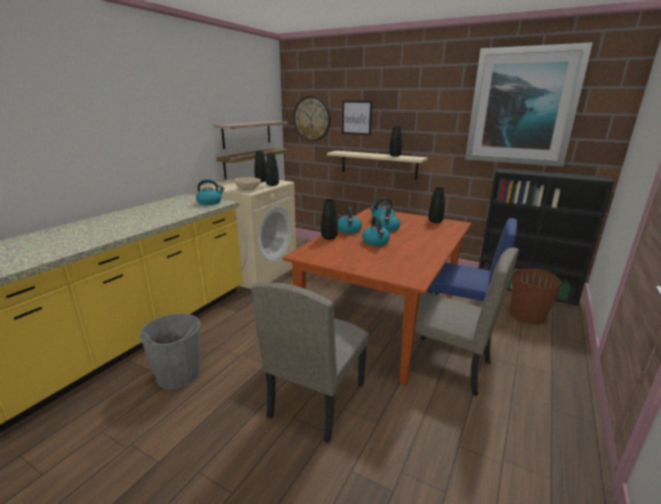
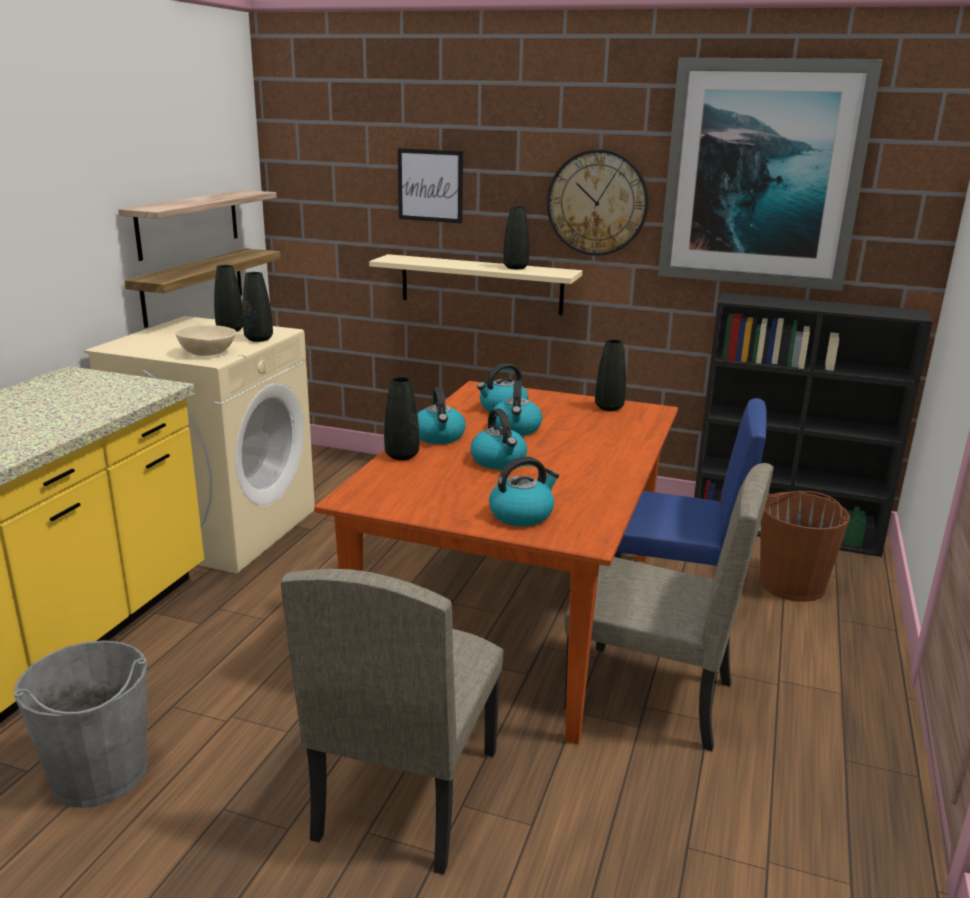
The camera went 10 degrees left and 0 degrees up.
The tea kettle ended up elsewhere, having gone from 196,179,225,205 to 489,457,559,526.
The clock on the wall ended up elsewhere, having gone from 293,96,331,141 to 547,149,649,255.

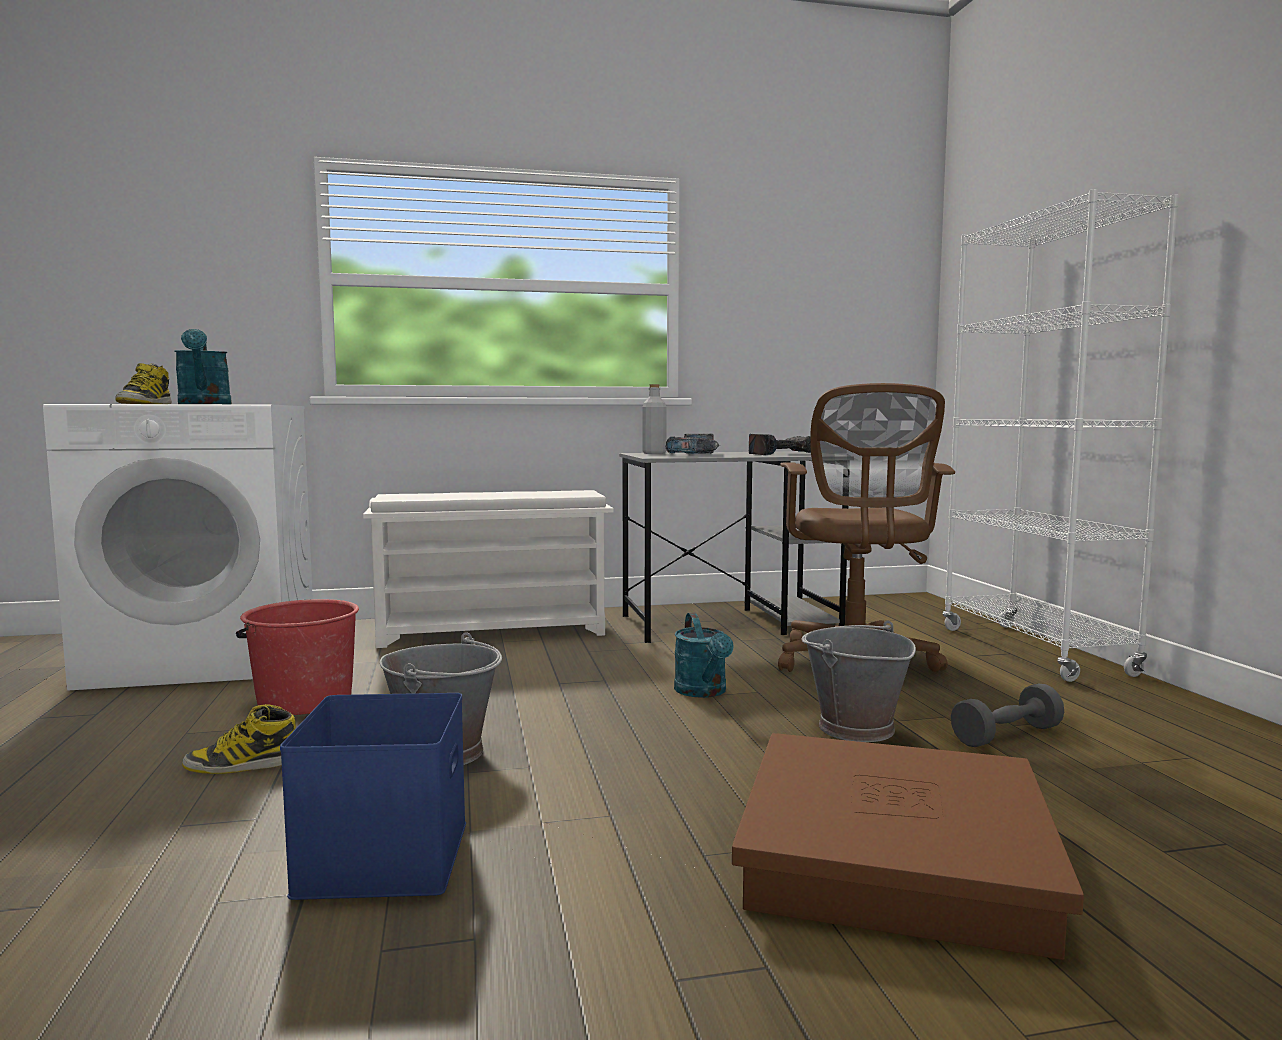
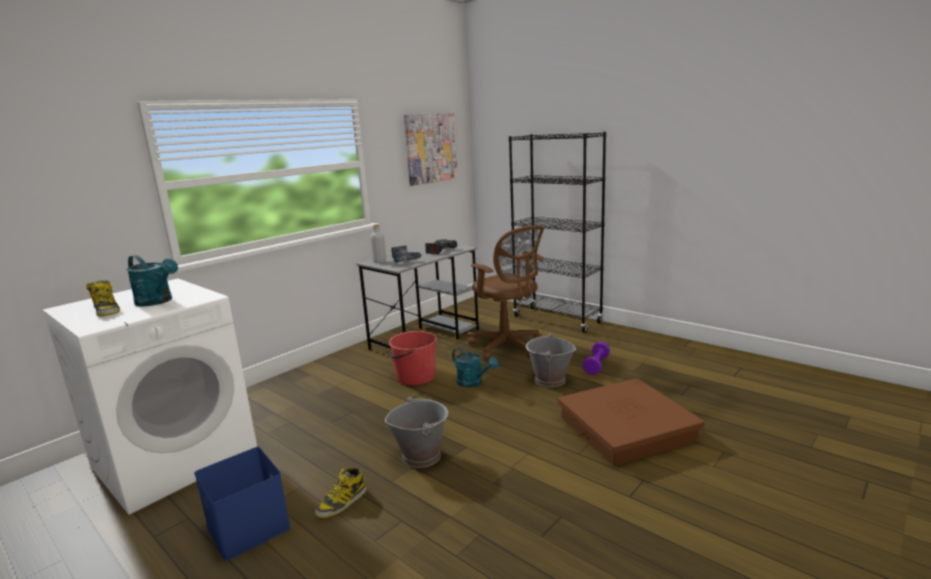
The camera went 35 degrees left and 10 degrees up.
The bluish storage bin ended up elsewhere, having gone from 280,693,466,900 to 194,447,291,561.
The red bucket ended up elsewhere, having gone from 236,599,359,715 to 389,331,437,385.
The second view gained the wall picture at 404,113,458,186.
What was the whitish bookshelf at 943,189,1179,682 turned into the black-coloured bookshelf at 509,132,606,333.
What was the gray hand weight at 951,684,1064,747 turned into the purple-coloured hand weight at 583,342,610,375.
The second view lost the whitish shoe stand at 363,490,614,648.

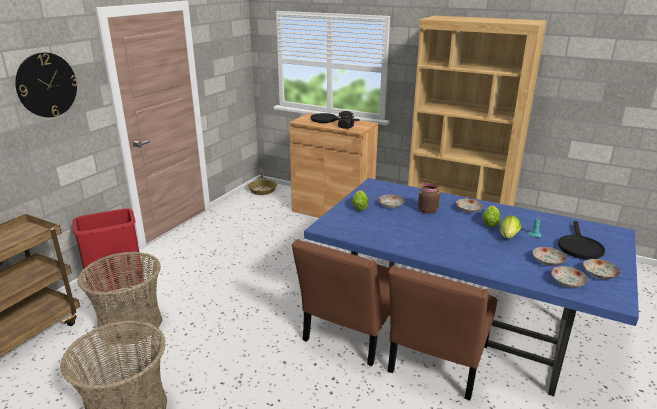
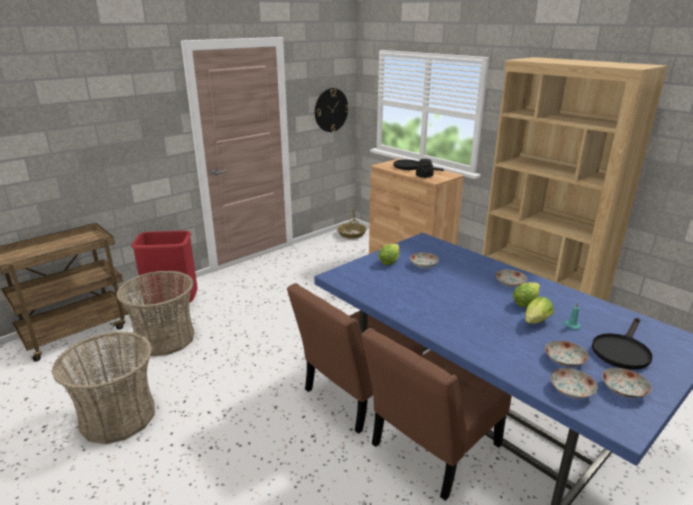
The camera went 20 degrees right and 0 degrees up.
The clock on the wall ended up elsewhere, having gone from 15,52,78,117 to 315,88,349,132.
The second view lost the brown storage jar at 418,184,440,214.

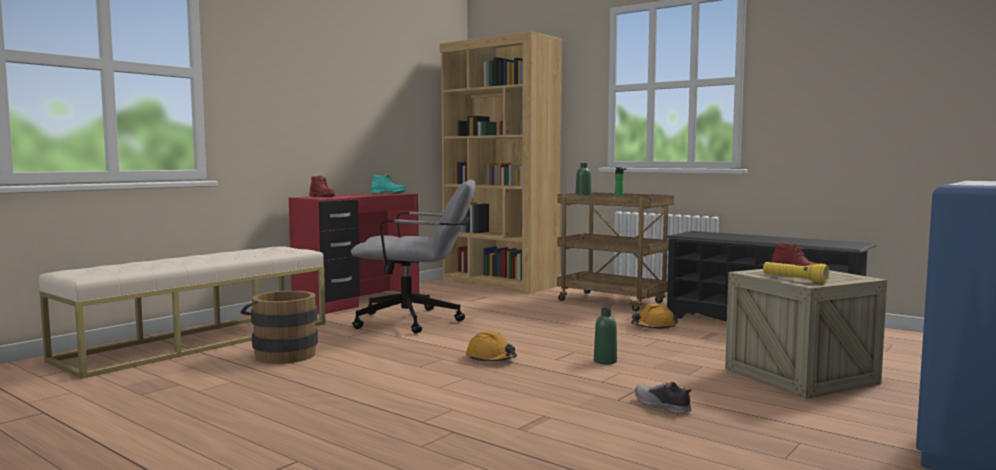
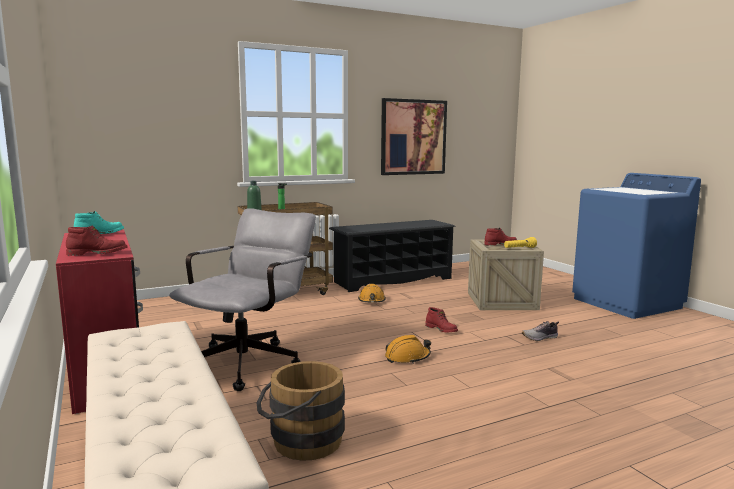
The camera went 65 degrees left and 5 degrees up.
The second view gained the wall picture at 381,98,447,175.
Where the green drink bottle stood at 594,308,617,364, the red high-top boot came to stand at 425,307,458,332.
The second view lost the brown bookshelf at 440,31,562,293.

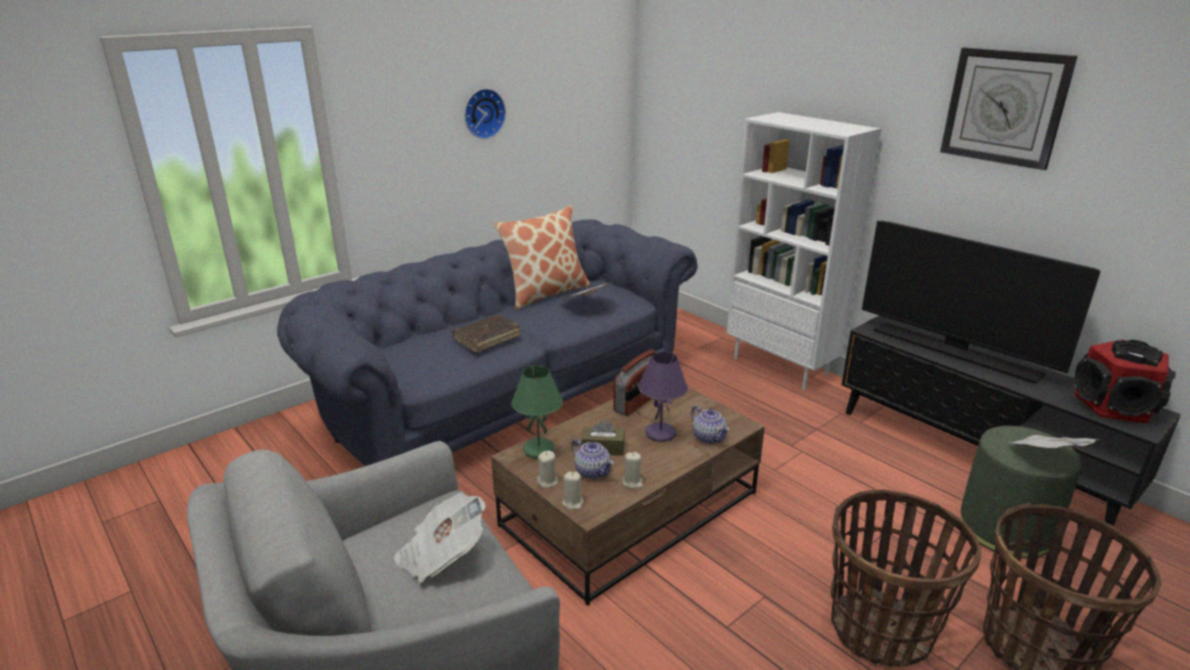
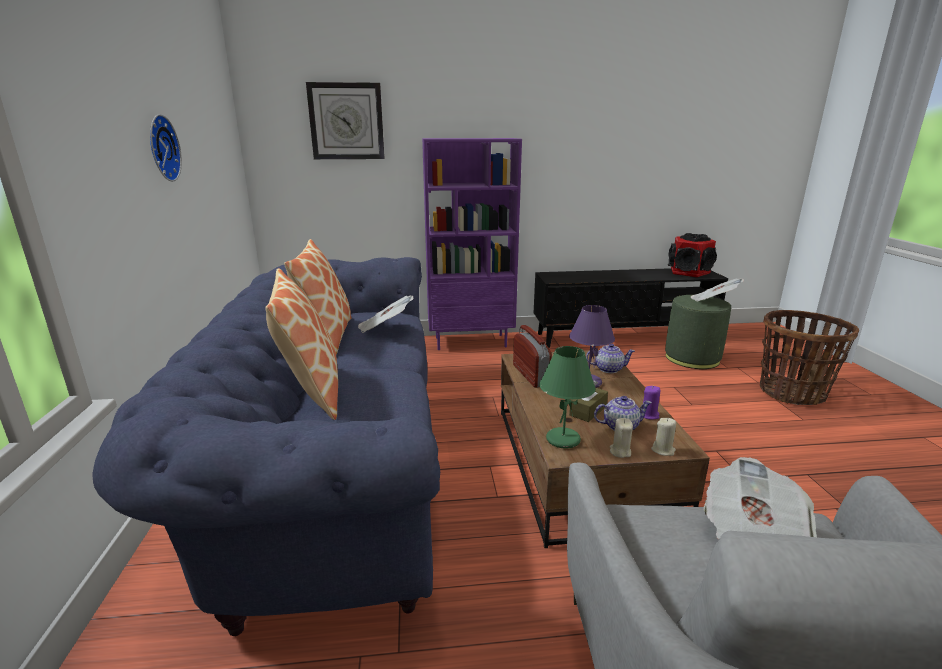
The camera went 55 degrees left and 5 degrees down.
The second view gained the throw pillow at 265,268,338,420.
The clock on the wall ended up elsewhere, having gone from 940,47,1078,170 to 306,82,385,159.
What was the whitish bookshelf at 727,112,881,390 turned into the purple-coloured bookshelf at 422,138,522,350.
What was the beige-coloured candle at 623,452,643,489 turned into the purple-coloured candle at 643,386,660,420.
The second view lost the brown bound book at 452,315,520,353.
The second view lost the basket at 831,490,982,667.
The second view lost the TV set at 862,221,1101,384.

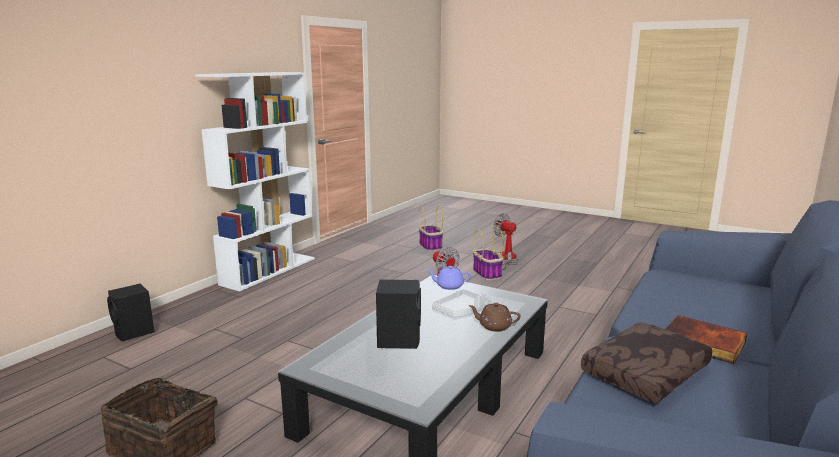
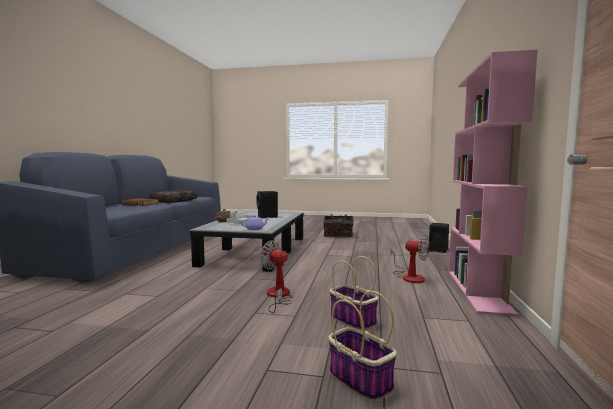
The camera went 160 degrees right and 10 degrees down.
The basket ended up elsewhere, having gone from 473,228,504,281 to 330,256,379,331.
The electric fan ended up elsewhere, having gone from 493,213,519,270 to 390,234,429,283.
What was the whitish bookshelf at 195,72,315,292 turned into the pink-coloured bookshelf at 449,50,538,317.

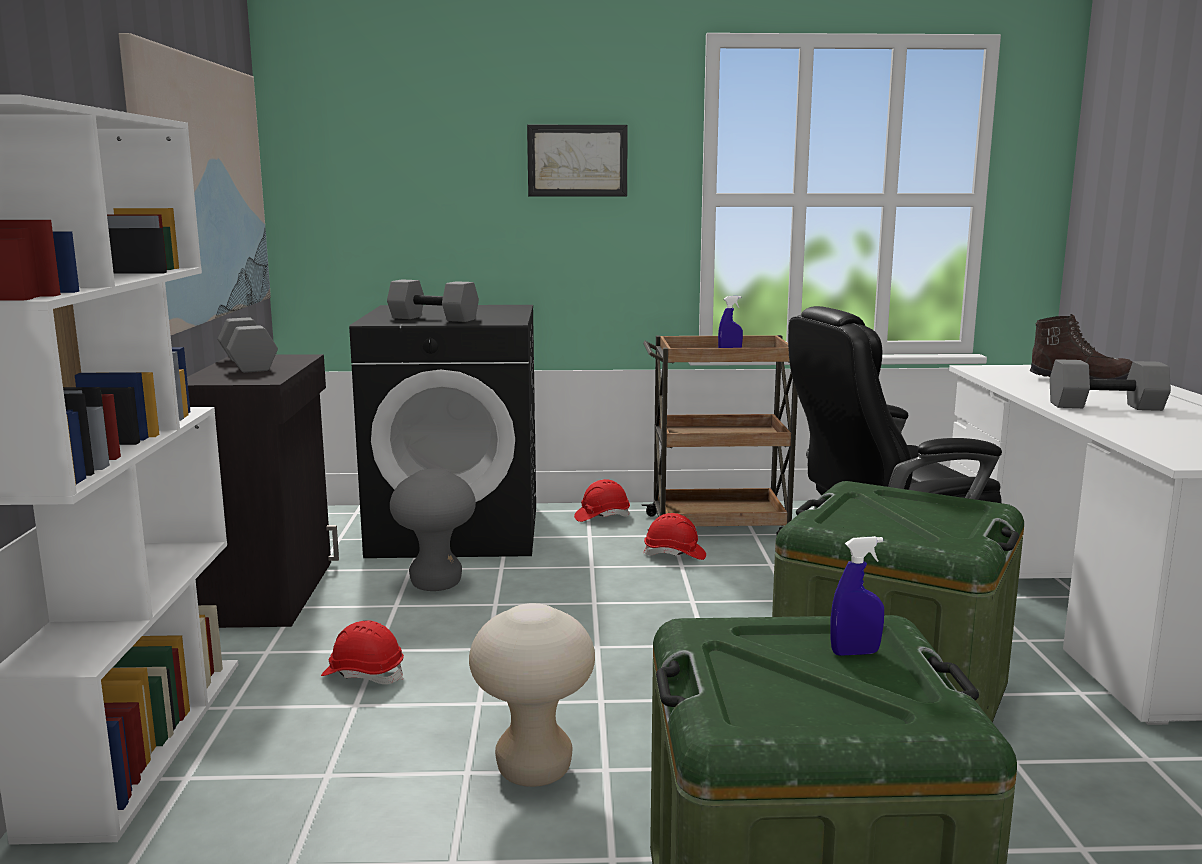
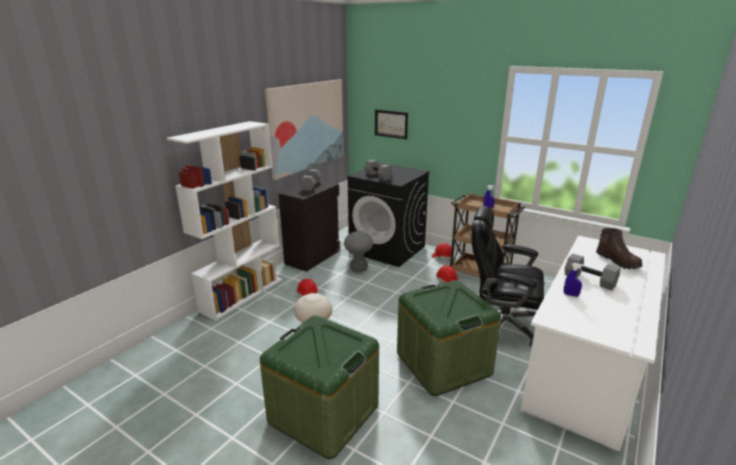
The camera went 35 degrees right and 10 degrees up.
The wall picture ended up elsewhere, having gone from 527,125,628,197 to 375,109,408,139.
The bluish spray bottle ended up elsewhere, having gone from 830,536,884,656 to 564,263,584,297.

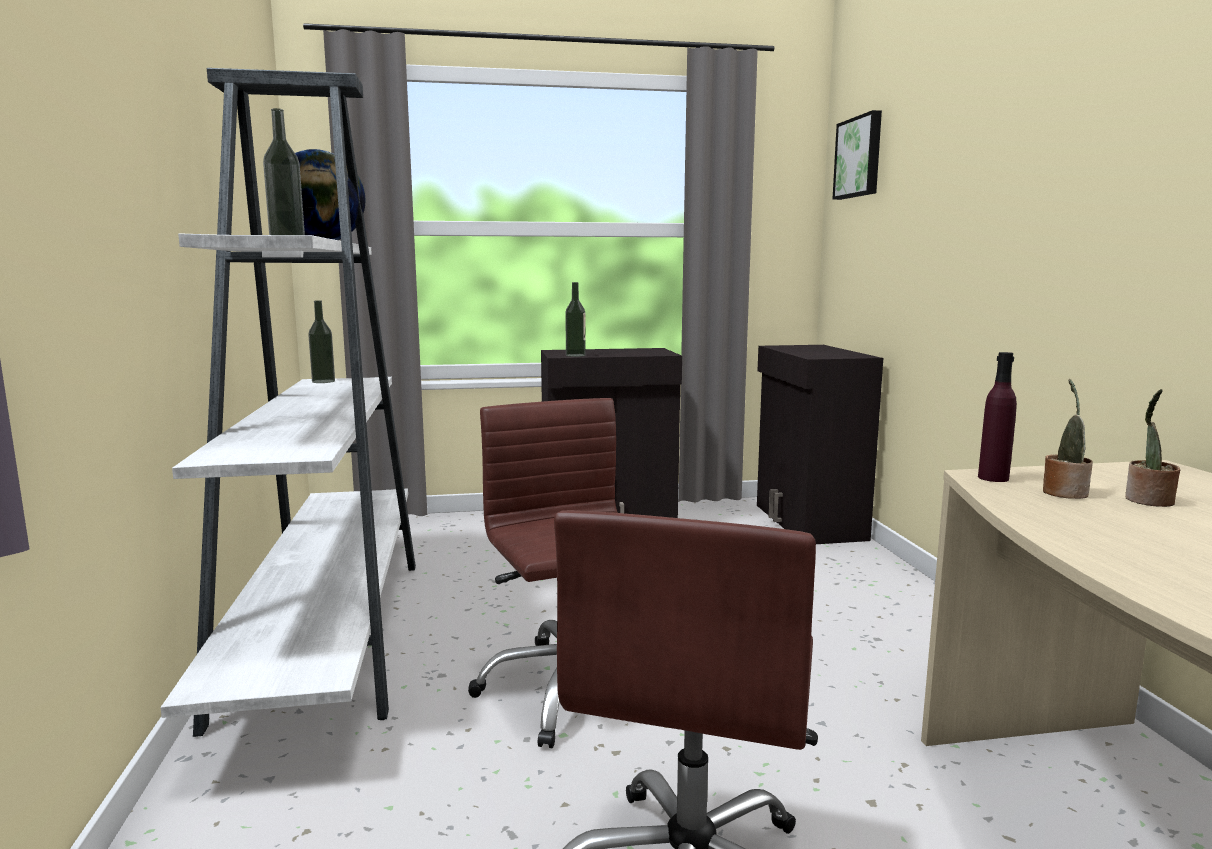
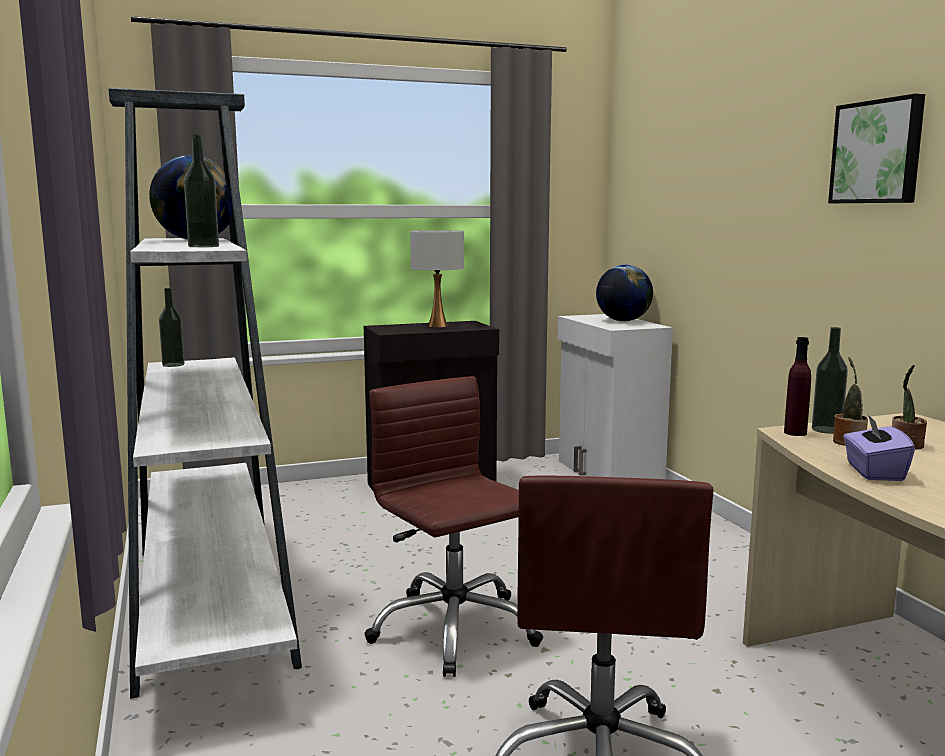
The camera went 10 degrees left and 0 degrees up.
The second view gained the whitish tabletop lamp at 410,230,464,327.
What was the black-coloured storage cabinet at 757,345,883,544 turned into the whitish storage cabinet at 558,314,673,479.
The second view gained the world globe at 596,265,653,321.
The drink bottle ended up elsewhere, having gone from 565,282,586,357 to 812,327,848,434.
The wall picture ended up elsewhere, having gone from 832,110,882,200 to 828,94,925,203.
The second view gained the purple-coloured box of tissues at 843,413,915,481.

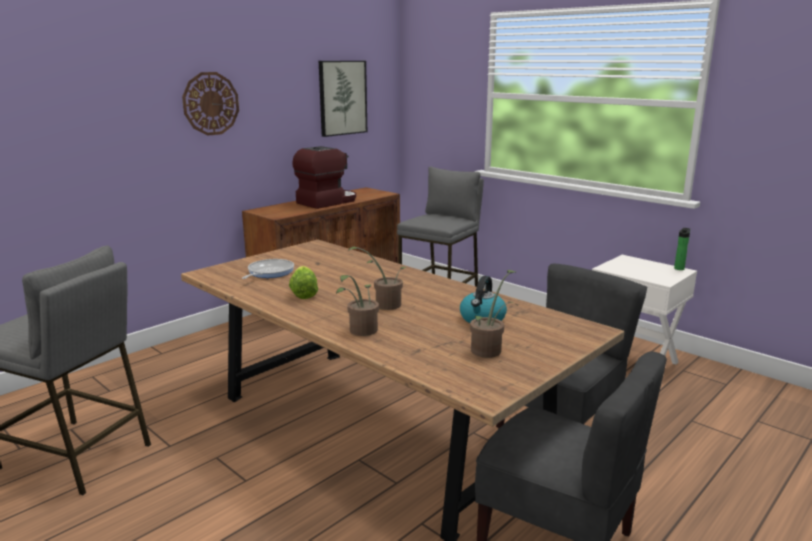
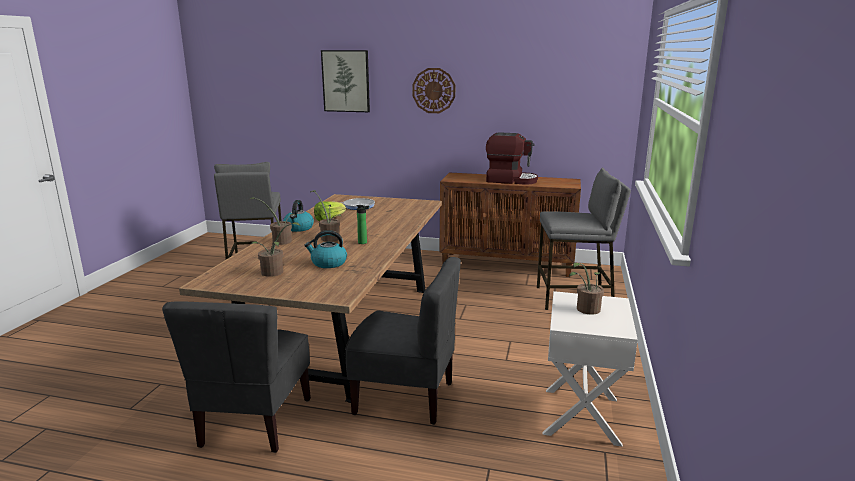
The camera went 60 degrees right and 0 degrees up.
The second view gained the tea kettle at 283,200,314,232.
The wall picture ended up elsewhere, having gone from 319,61,367,137 to 321,50,370,112.
The drink bottle ended up elsewhere, having gone from 674,228,690,270 to 356,205,370,244.
The second view gained the plant in a pot at 569,263,604,314.

